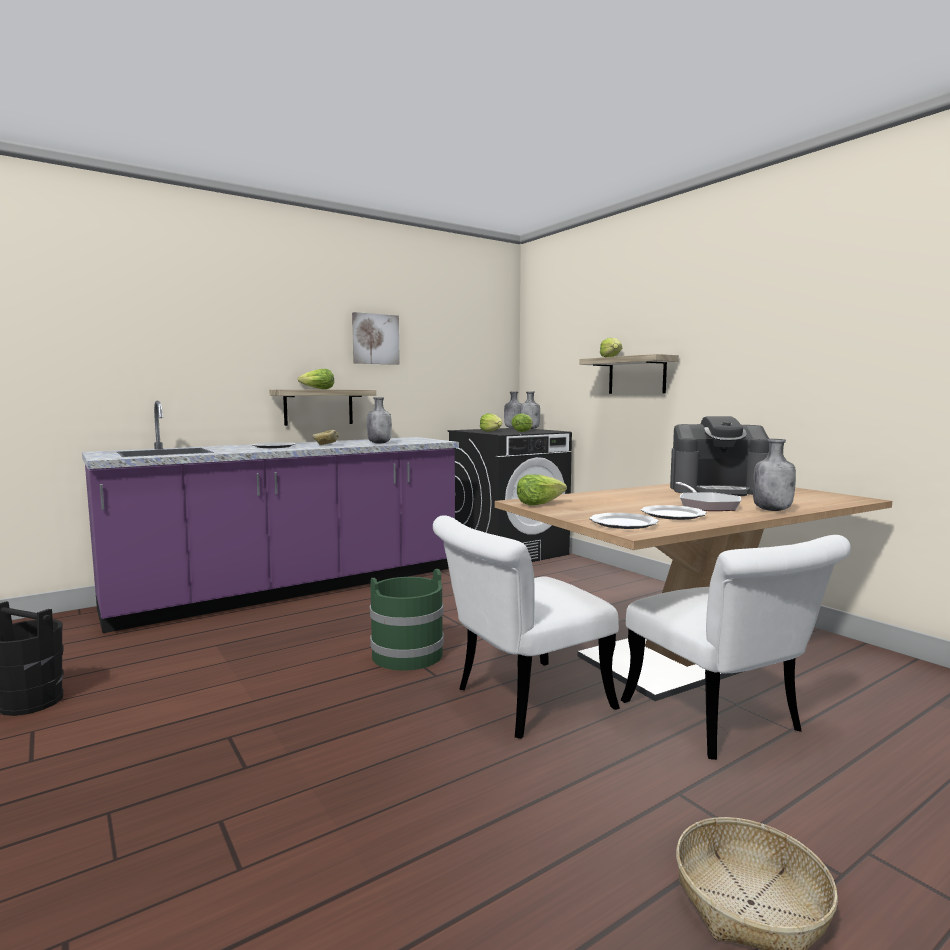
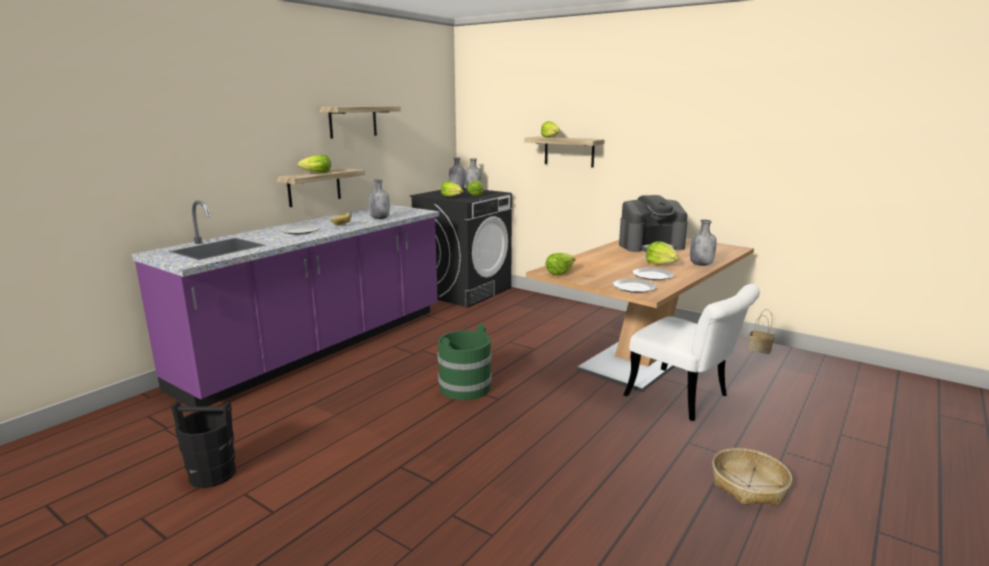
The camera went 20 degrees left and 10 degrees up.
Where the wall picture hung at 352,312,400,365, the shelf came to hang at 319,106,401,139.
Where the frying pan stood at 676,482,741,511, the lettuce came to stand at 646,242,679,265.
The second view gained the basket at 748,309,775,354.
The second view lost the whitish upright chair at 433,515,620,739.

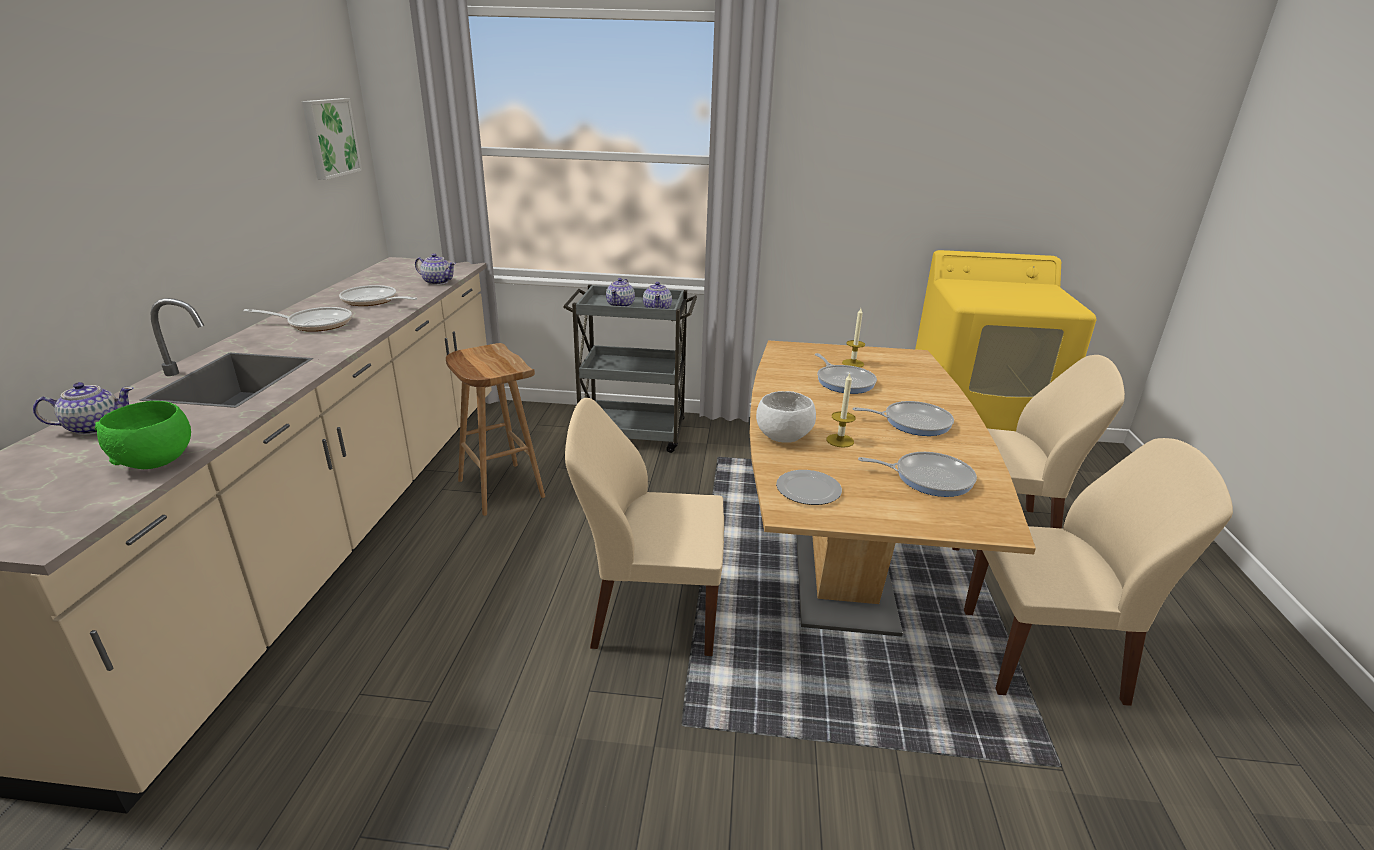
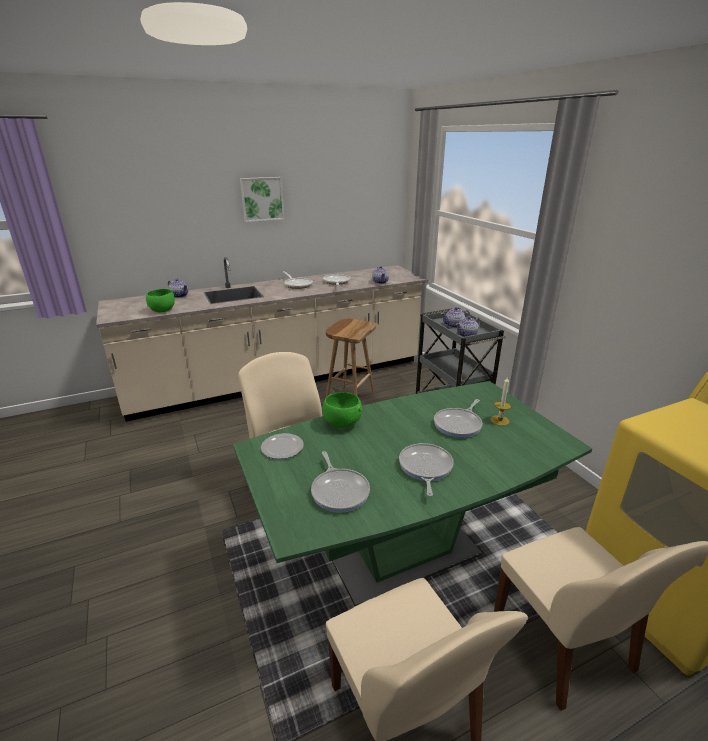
The camera went 60 degrees right and 0 degrees up.
What was the brown kitchen table at 750,340,1036,637 turned into the green kitchen table at 233,381,592,606.
The wall picture ended up elsewhere, having gone from 302,98,362,180 to 240,177,284,222.
What was the whitish bowl at 756,391,816,443 turned into the green bowl at 323,392,362,428.
The frying pan at 853,401,954,436 ended up facing another way, 150 degrees counterclockwise from before.
The second view lost the candle at 826,373,856,448.

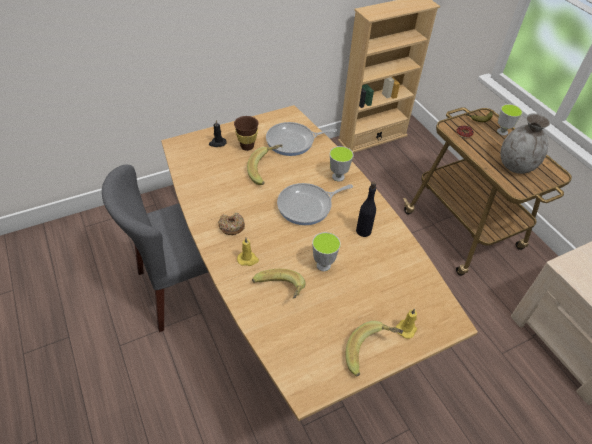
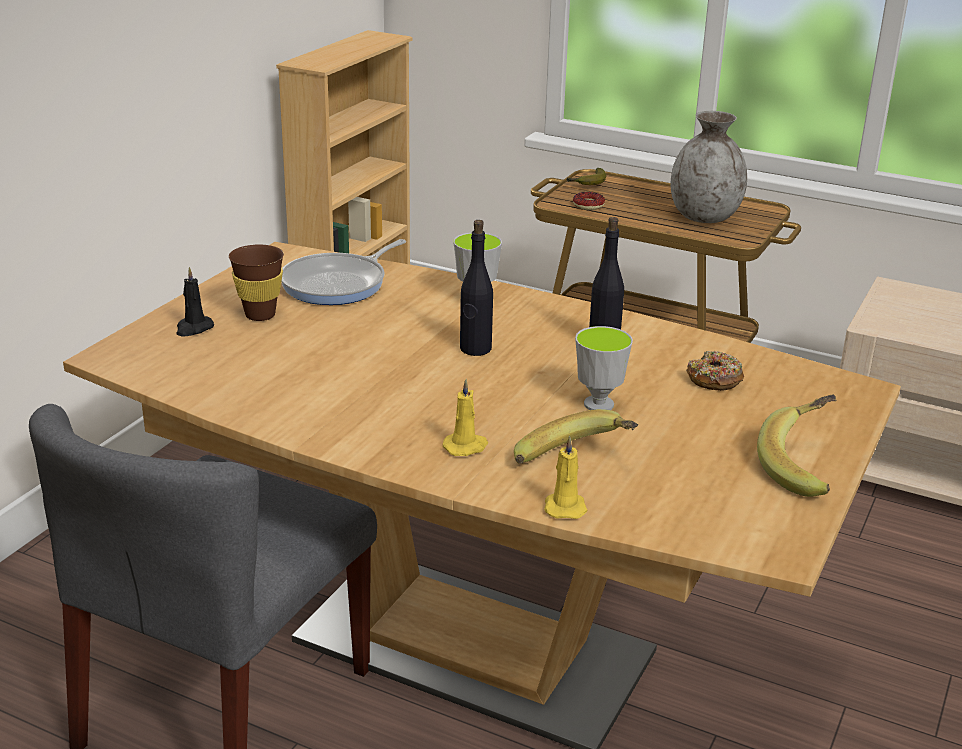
The camera went 35 degrees left and 20 degrees down.
Where the frying pan stood at 277,183,353,225, the black-coloured drink bottle came to stand at 460,220,493,356.
The yellow candle ended up elsewhere, having gone from 396,308,417,339 to 544,436,587,519.
The ring doughnut ended up elsewhere, having gone from 218,213,245,235 to 686,351,744,391.
The second view lost the banana at 247,144,282,185.
The second view lost the small cup at 497,104,523,136.

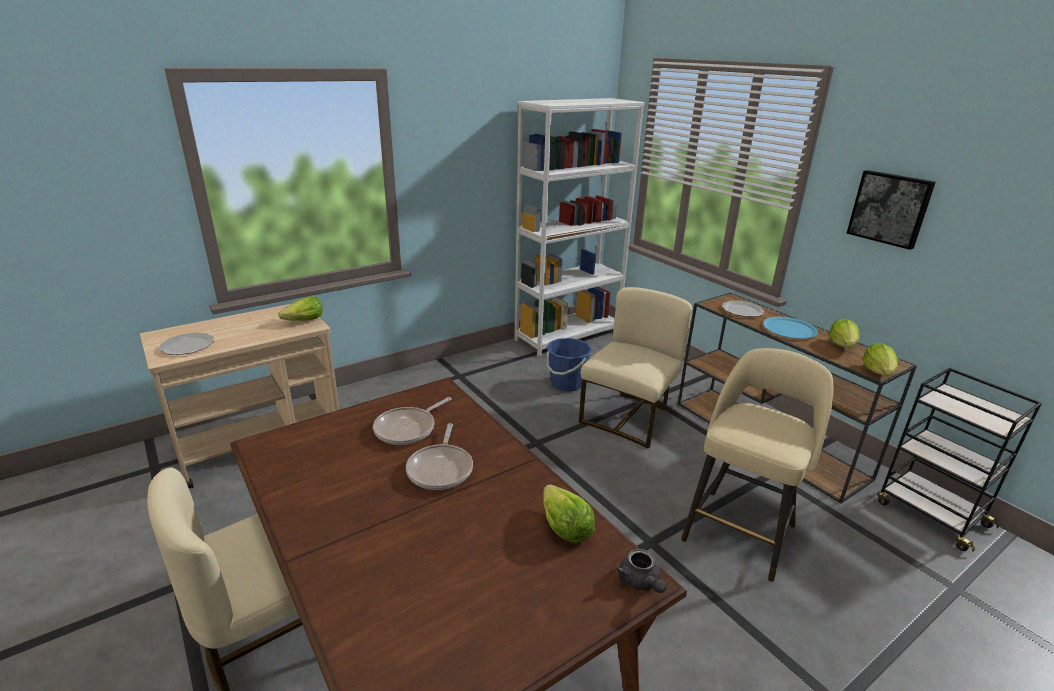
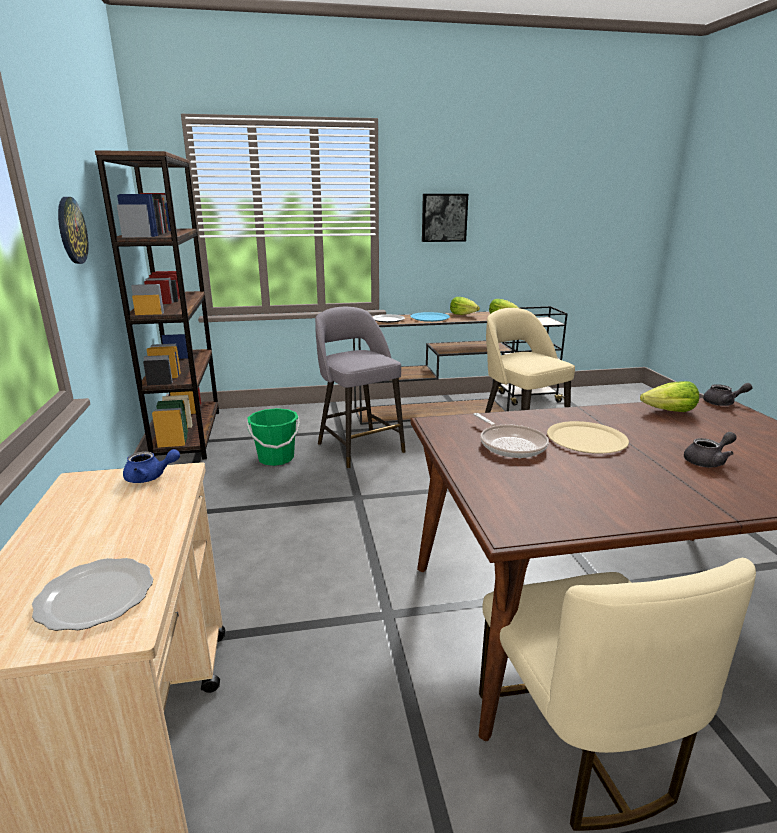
The camera went 65 degrees left and 5 degrees down.
The second view gained the clock on the wall at 58,197,88,264.
What was the whitish bookshelf at 514,98,645,357 turned into the brown bookshelf at 95,150,219,460.
Where the lettuce stood at 278,296,323,321, the bluish pot for tea came to stand at 123,449,180,483.
What was the bluish bucket at 546,338,592,392 turned into the green bucket at 247,408,300,466.
Where the beige-coloured upright chair stood at 579,287,693,449, the gray stool came to stand at 315,307,406,468.
Where the frying pan stood at 406,423,473,490, the beige-coloured dinner plate came to stand at 547,421,629,454.
The second view gained the gray pot for tea at 684,432,737,467.

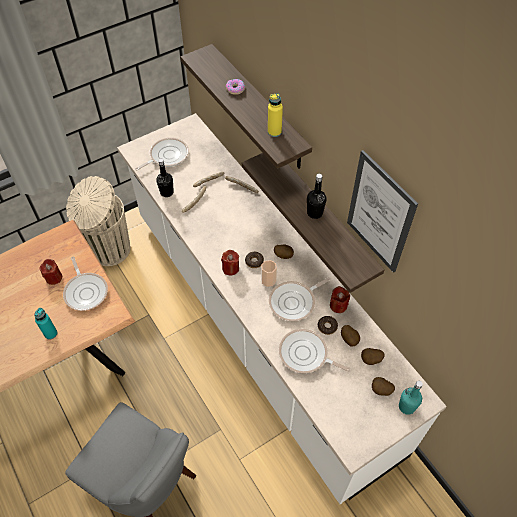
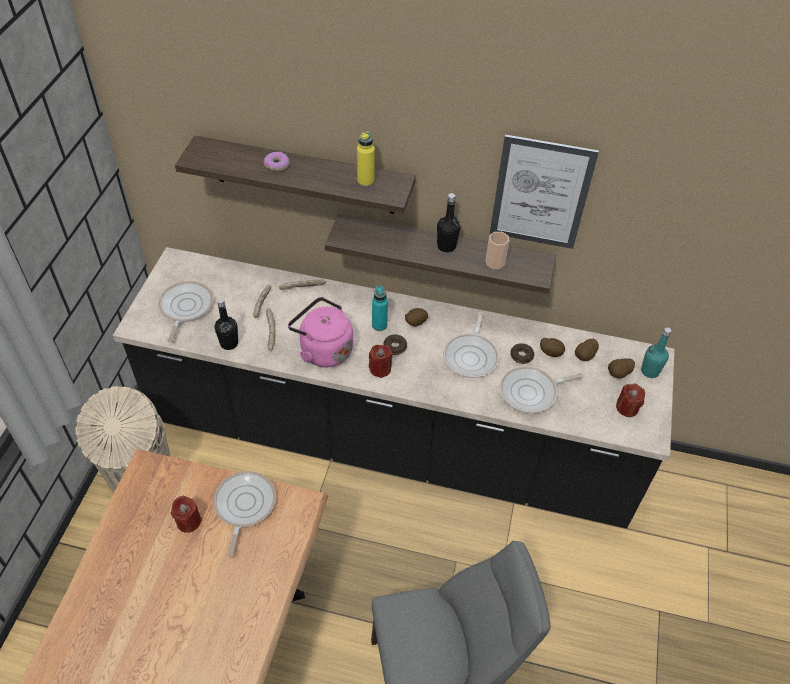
The camera went 45 degrees left and 5 degrees down.
What was the whitish kitchen counter at 117,113,447,504 turned into the black-coloured kitchen counter at 113,247,675,529.
The frying pan at 63,257,108,311 ended up facing another way, 105 degrees counterclockwise from before.
The second view gained the pink-coloured tea kettle at 288,297,353,367.
The blue-green drink bottle ended up elsewhere, having gone from 34,308,57,340 to 372,286,388,331.
The small cup ended up elsewhere, having gone from 261,260,277,287 to 485,232,510,269.
The red candle ended up elsewhere, having gone from 330,286,350,313 to 616,384,645,417.

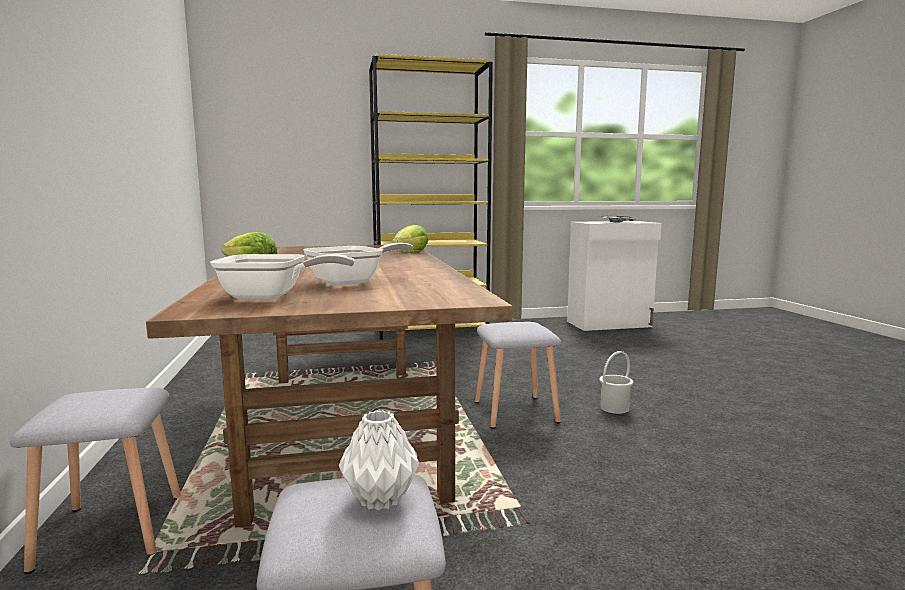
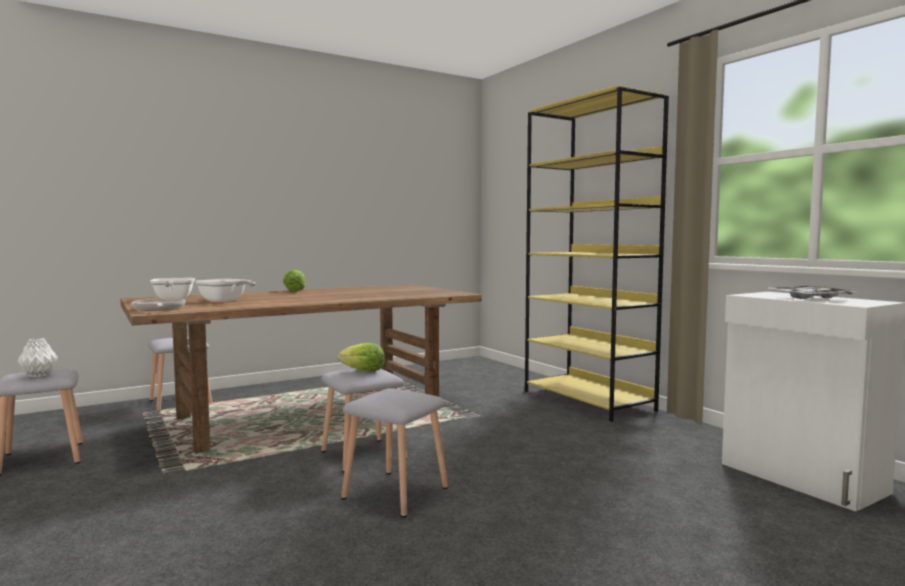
The camera went 70 degrees right and 5 degrees down.
The second view gained the frying pan at 131,299,185,311.
The lettuce ended up elsewhere, having gone from 392,225,429,253 to 338,343,385,372.
Where the whitish bucket stood at 599,351,633,414, the gray stool came to stand at 341,389,448,517.

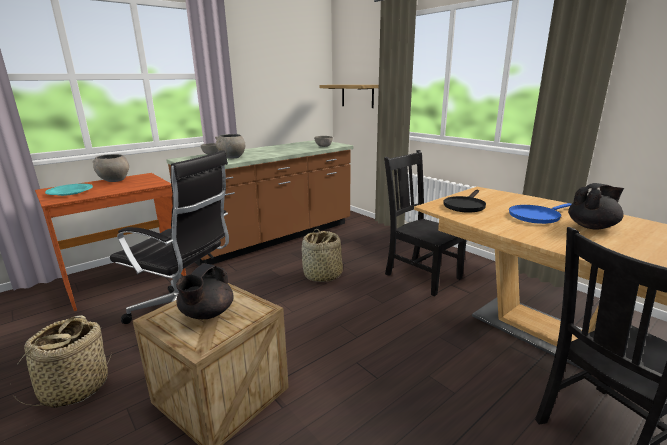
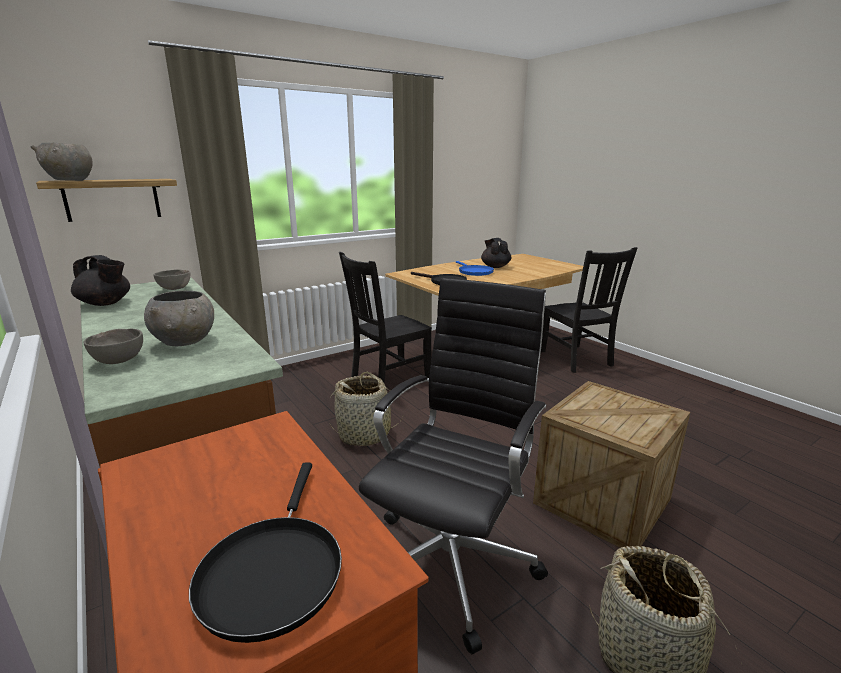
The camera went 85 degrees left and 0 degrees up.
The gray bowl ended up elsewhere, having gone from 92,154,129,182 to 30,142,93,181.
The black-coloured pot for tea ended up elsewhere, having gone from 176,263,234,319 to 71,255,130,306.
Where the blue-green dinner plate stood at 45,184,93,196, the black-coloured frying pan came to stand at 189,463,342,643.

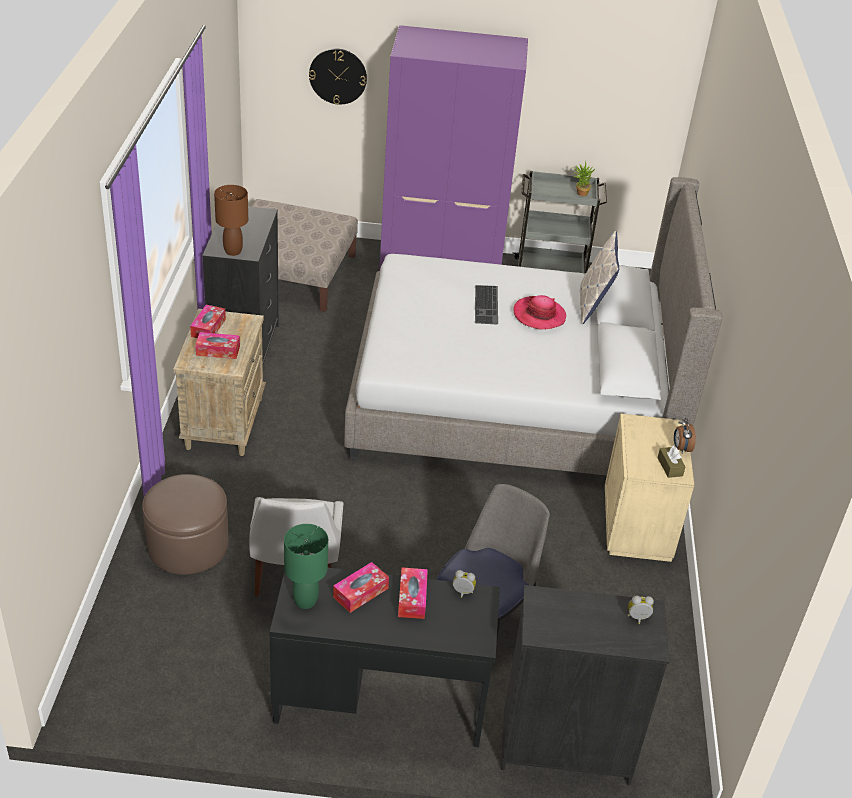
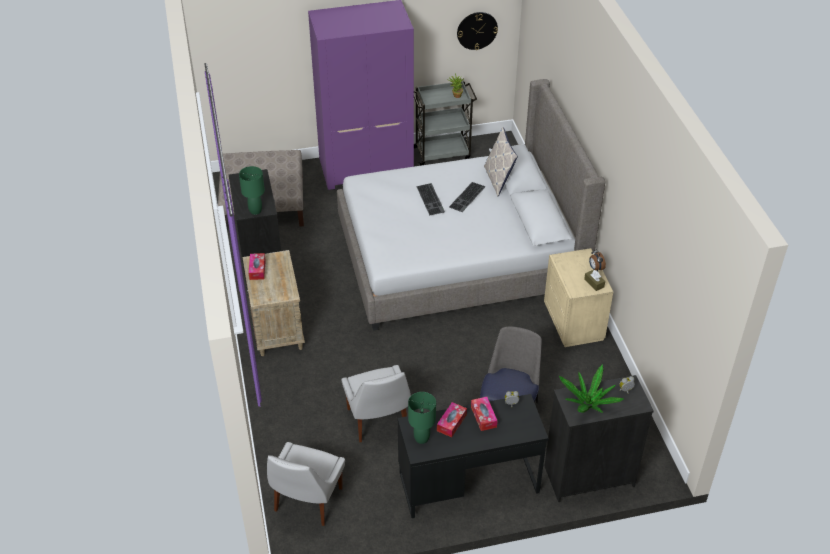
The camera went 15 degrees left and 5 degrees up.
What was the brown tabletop lamp at 214,185,248,256 turned into the green tabletop lamp at 239,166,265,215.
The second view gained the whitish upright chair at 267,442,345,526.
Where the hat stood at 513,295,566,330, the PC keyboard came to stand at 449,182,486,212.
The clock on the wall ended up elsewhere, having gone from 309,49,367,105 to 457,12,498,50.
The second view gained the plant in a pot at 559,364,624,413.
The second view lost the brown footrest at 142,474,229,575.
The second view lost the box of tissues at 195,332,240,359.

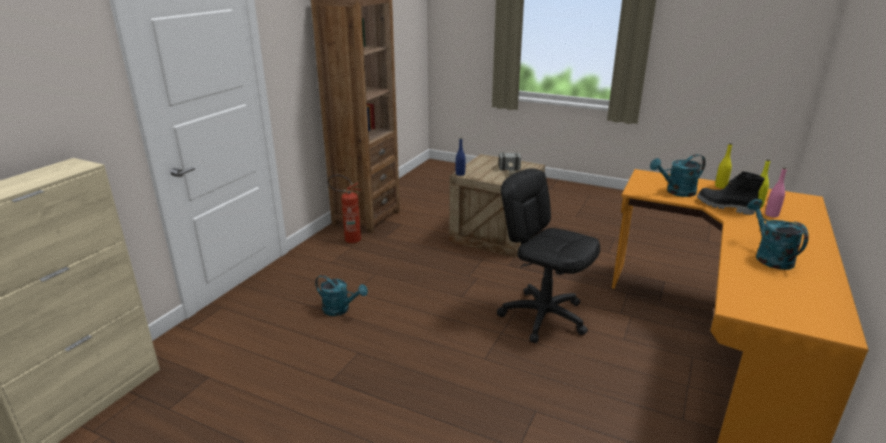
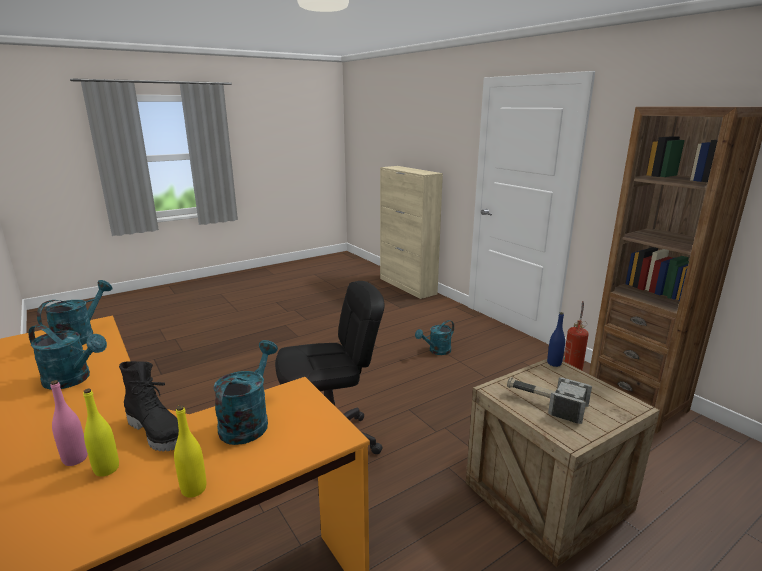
The camera went 120 degrees right and 5 degrees down.
The second view gained the blue-green watering can at 37,280,112,345.
The black-coloured high-top boot at 697,171,764,215 ended up facing another way, 60 degrees clockwise from before.

